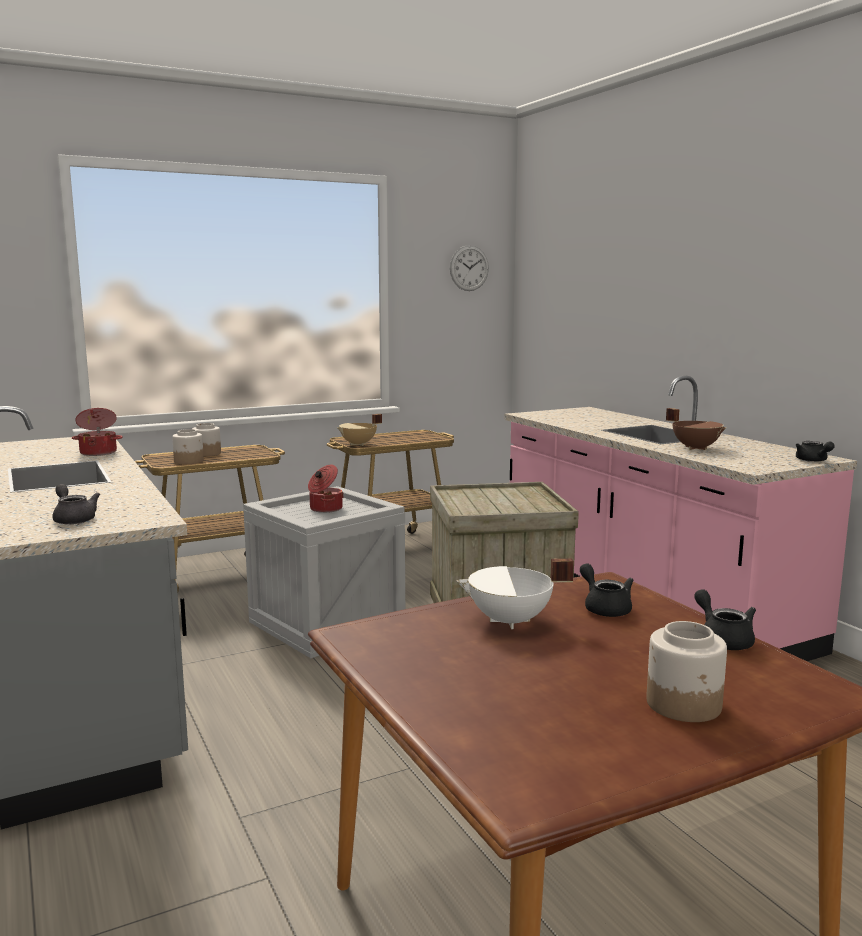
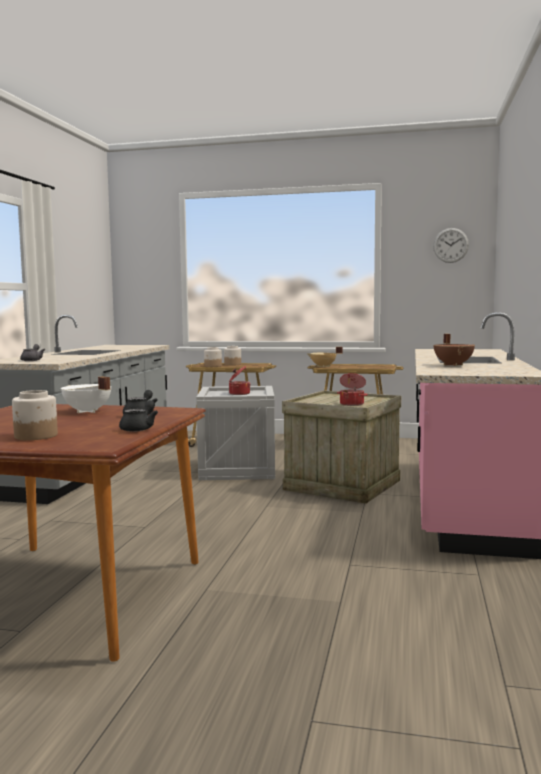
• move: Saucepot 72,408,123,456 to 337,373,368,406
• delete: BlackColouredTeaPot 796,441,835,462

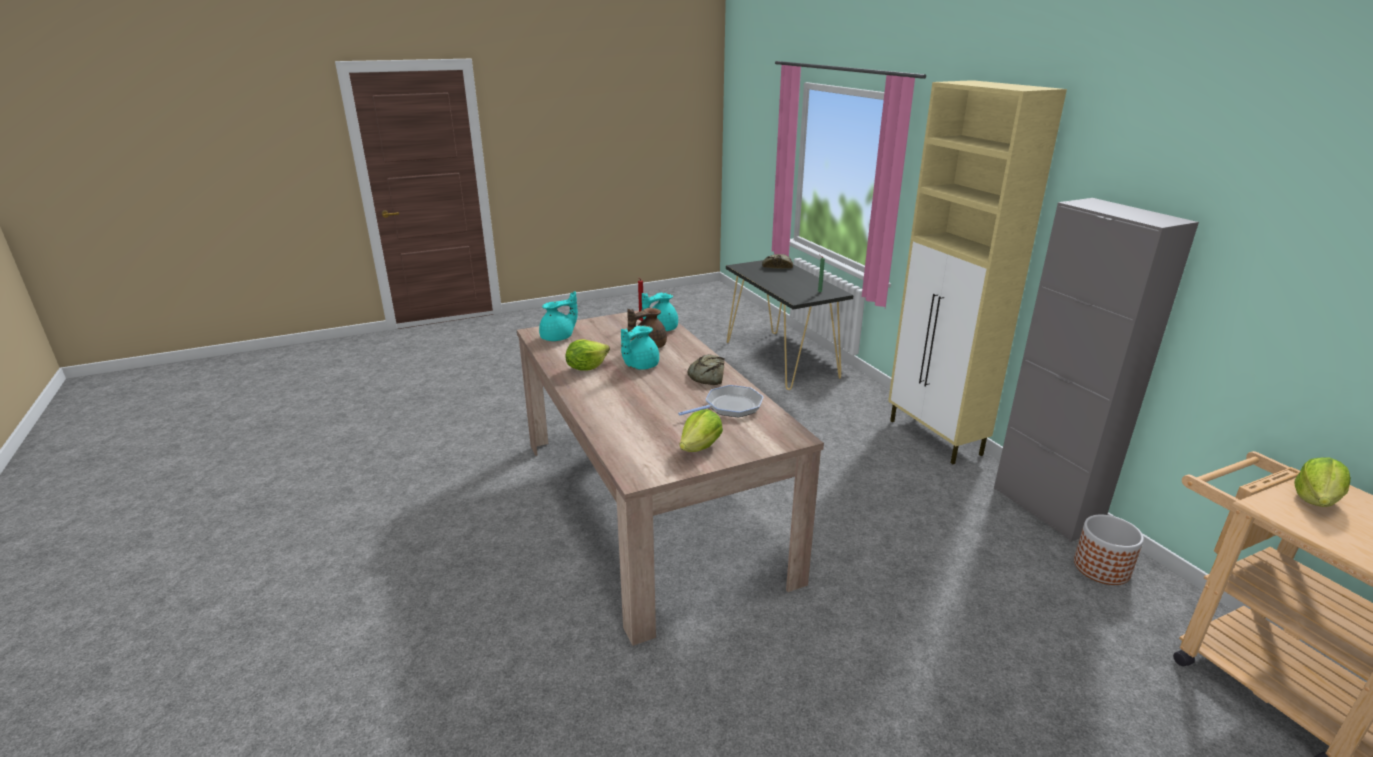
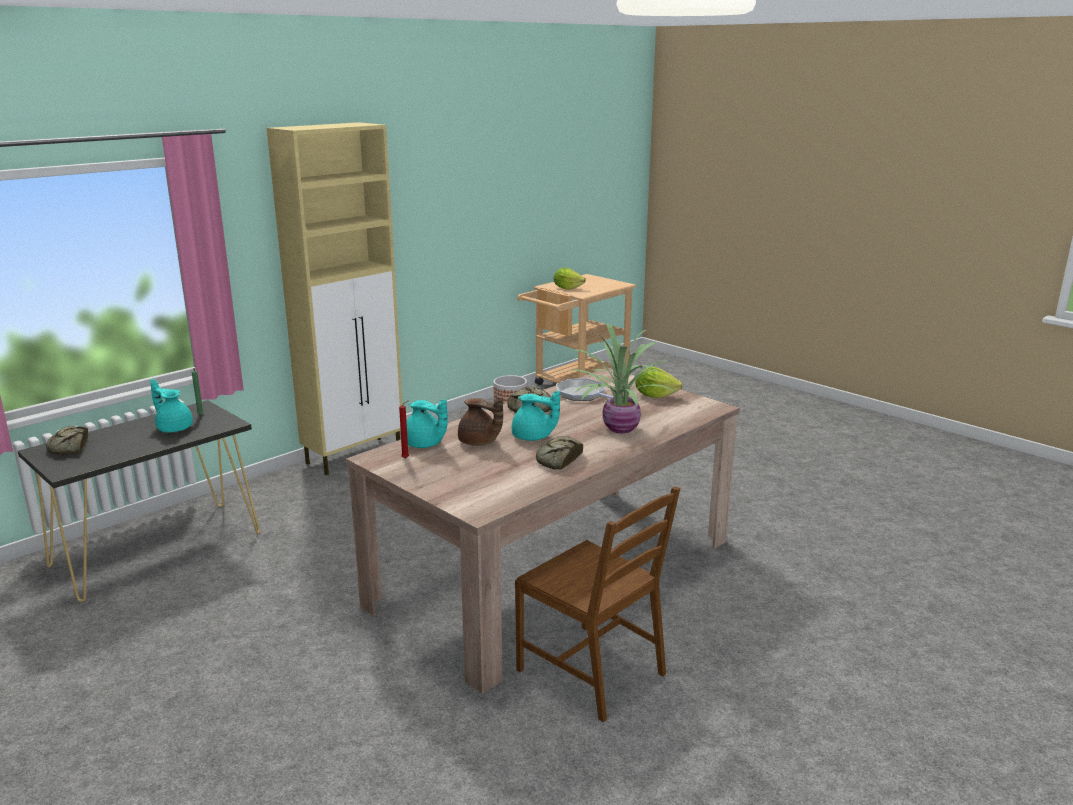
• move: TurquoiseTeaPot 539,291,578,341 to 150,379,193,433
• insert: BrownColouredUprightChair 515,486,680,722
• replace: LettuceHead 565,339,610,371 to Bread 536,436,583,470
• insert: Houseplant 569,323,677,433
• delete: GreyishCupboard 994,198,1199,542

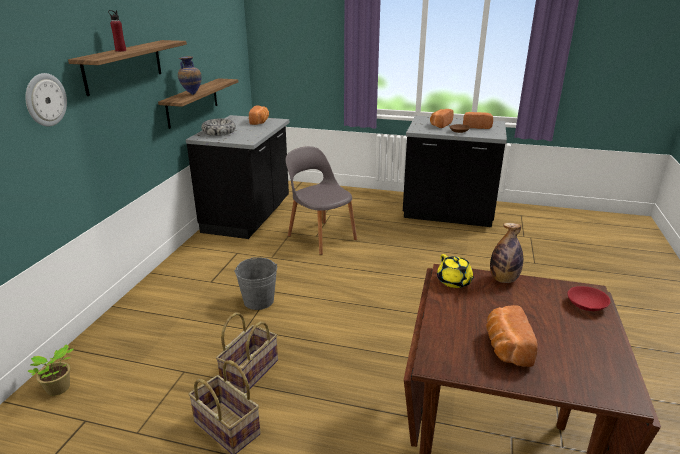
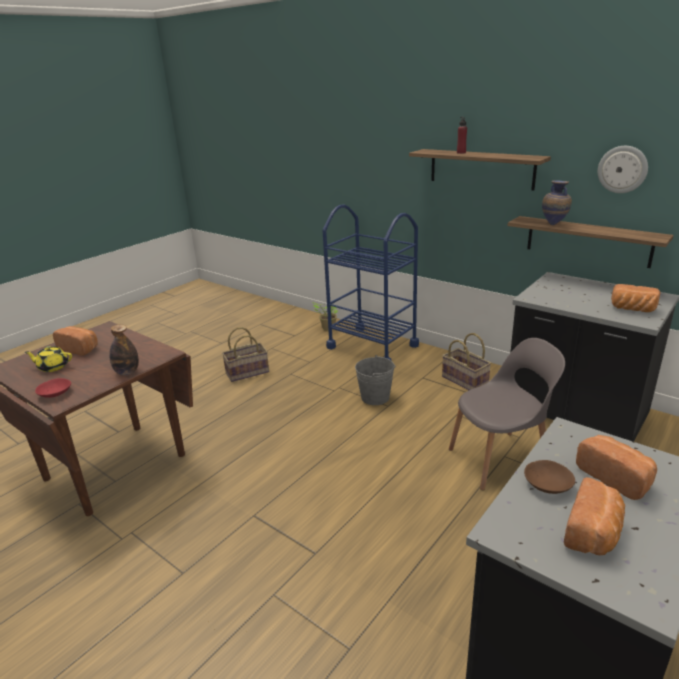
• move: YellowishTeaPot 437,254,474,288 to 25,346,72,372
• insert: BlueCart 323,204,419,361
• move: Basket 216,313,278,393 to 442,333,491,390
• move: HangingClock 25,73,67,126 to 598,146,648,193
• delete: Bowl 201,118,236,136

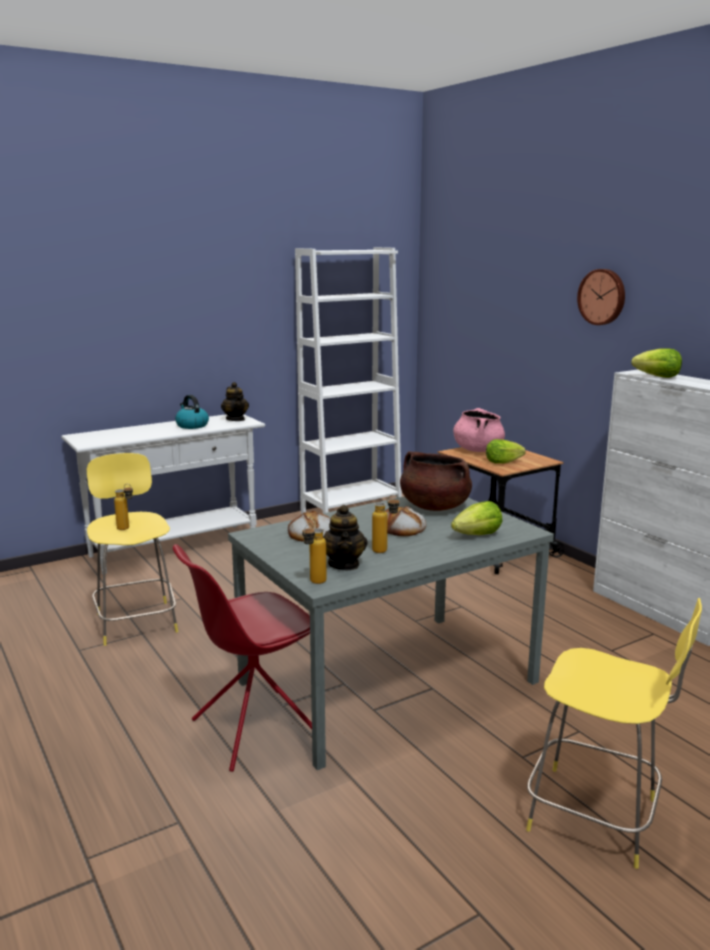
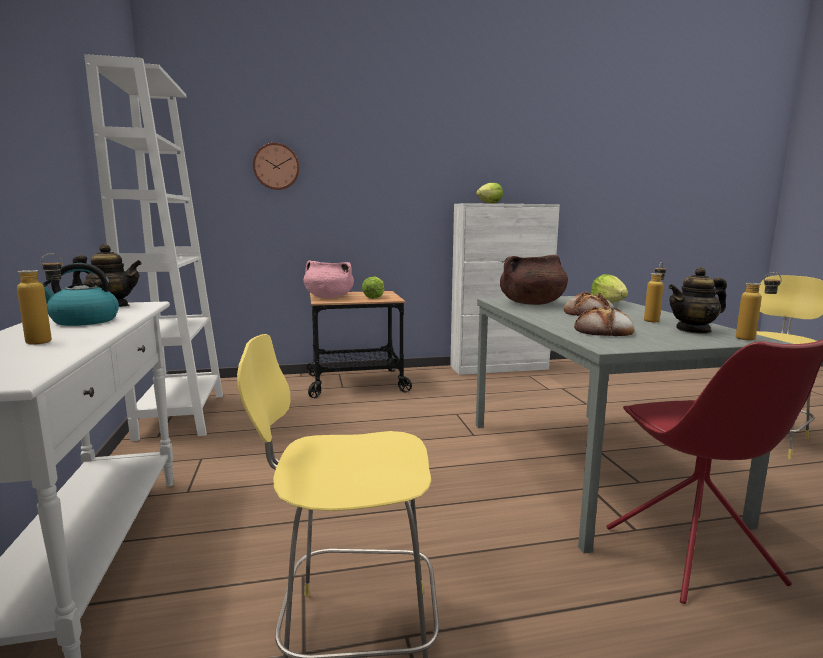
• move: DrinkBottle 114,484,133,530 to 17,253,63,345
• move: HangingClock 577,269,625,325 to 253,143,299,190
• rotate: TeaPot 323,505,368,570 = 668,267,727,334 150 degrees clockwise

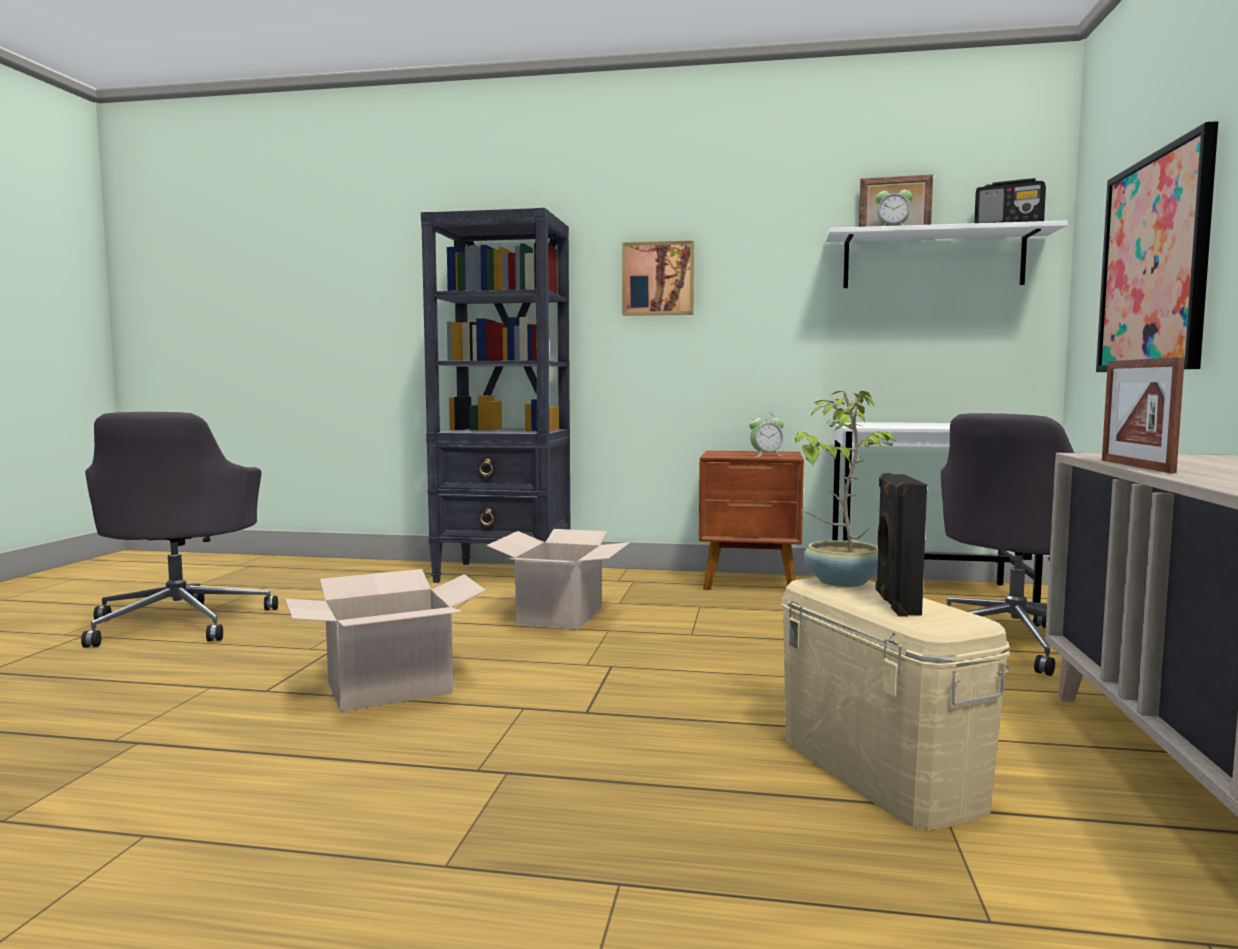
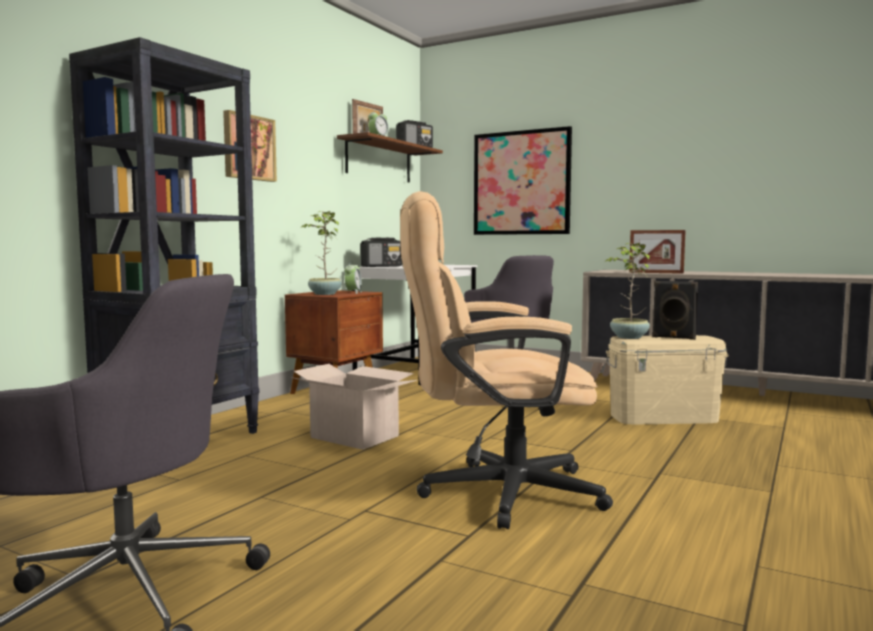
• insert: Houseplant 300,211,342,295
• recolor: WhiteShelf 825,220,1067,288 to BrownColouredShelf 337,132,443,182
• insert: Radio 361,238,402,267
• replace: CardboardBox 285,569,486,712 to BeigeDeskChair 400,191,613,529

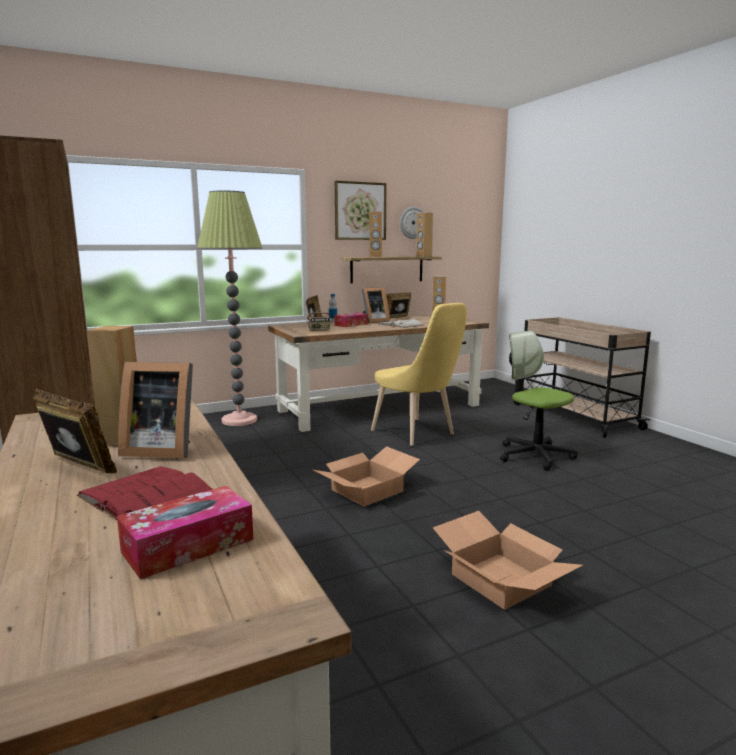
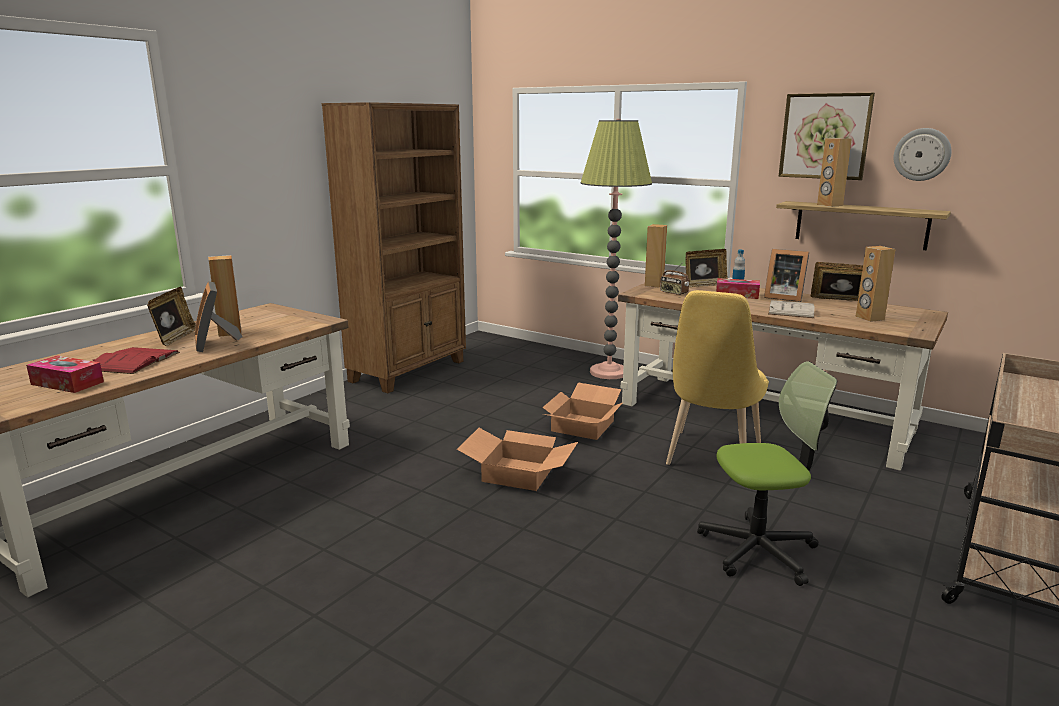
• move: CardboardBox 433,511,583,610 to 542,383,623,440
• move: BrownColouredAudioSpeaker 416,213,433,257 to 645,224,667,287
• rotate: DeskChair 500,331,578,471 = 697,361,837,586 60 degrees clockwise

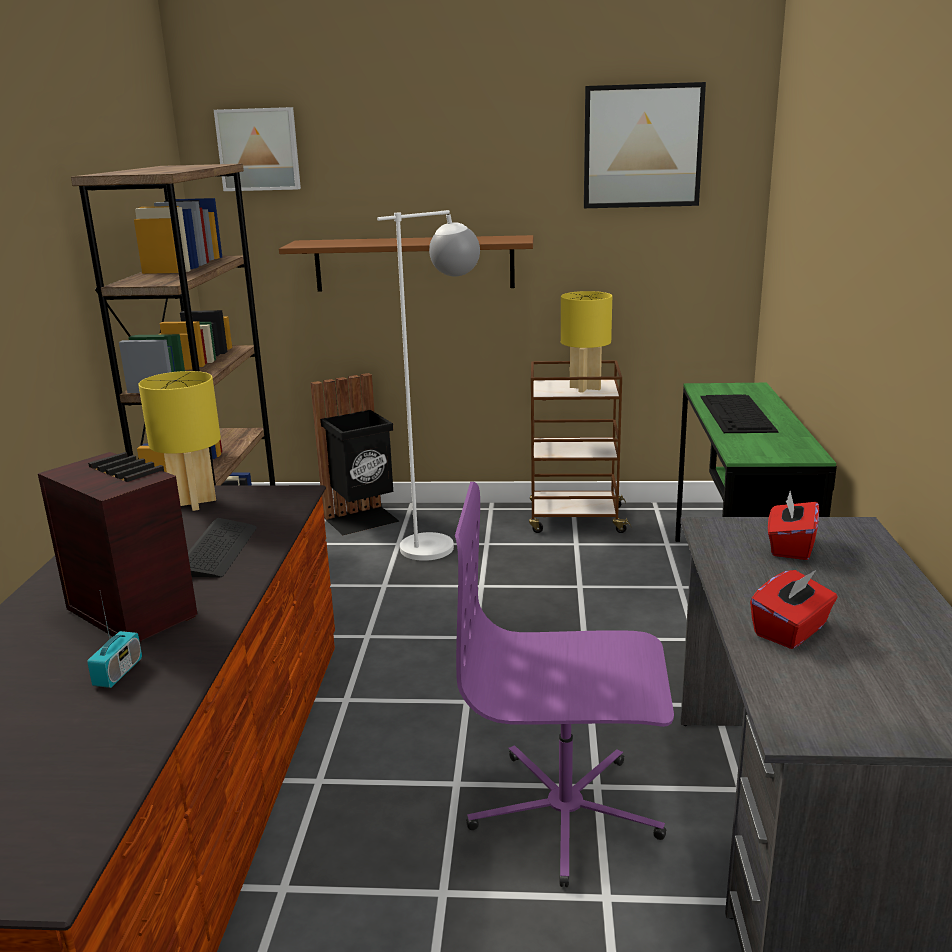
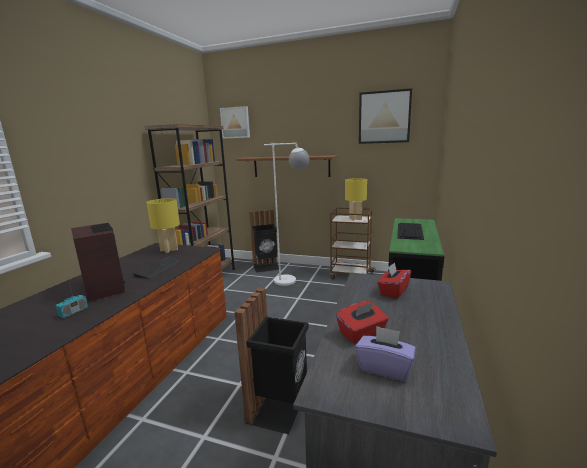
• replace: PurpleColouredDeskChair 455,482,674,887 to BlackColouredRubbishBin 234,287,309,434
• insert: PurpleColouredBoxOfTissues 355,326,416,381

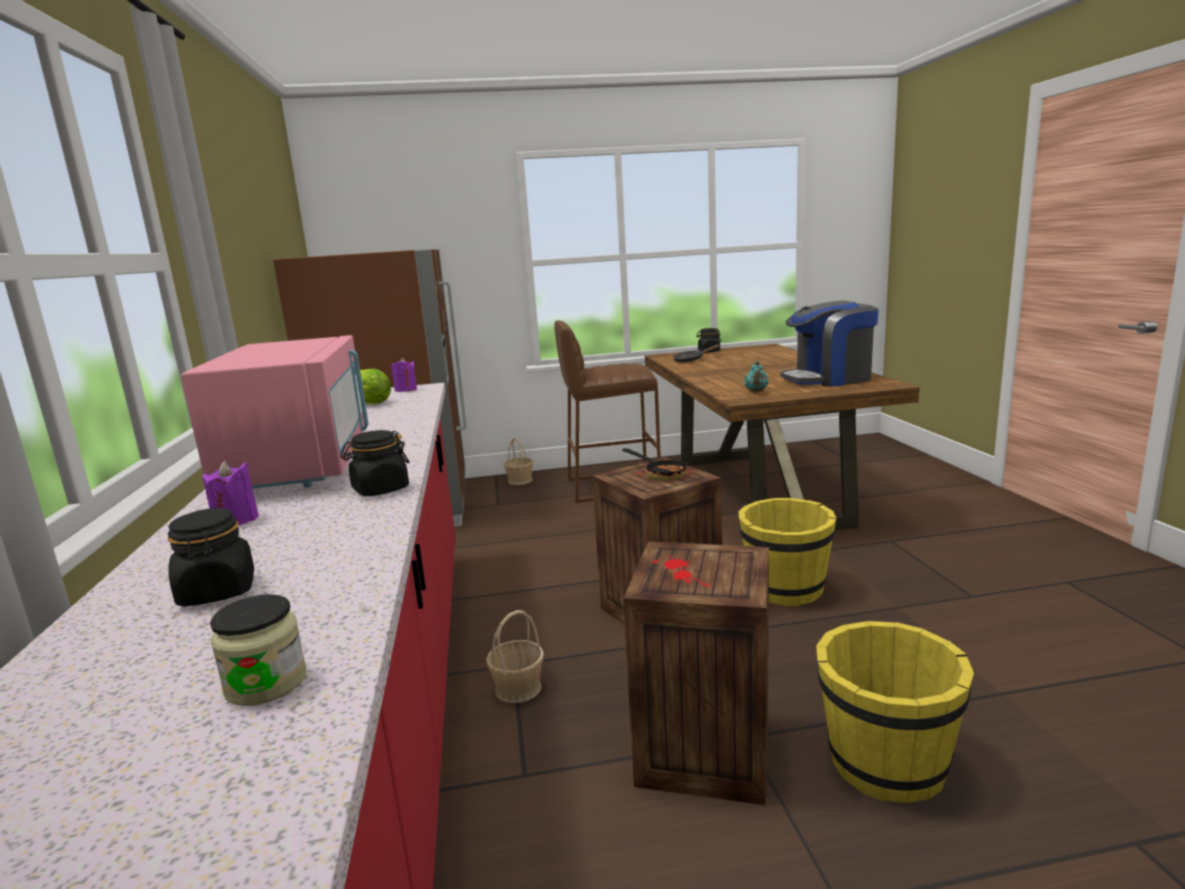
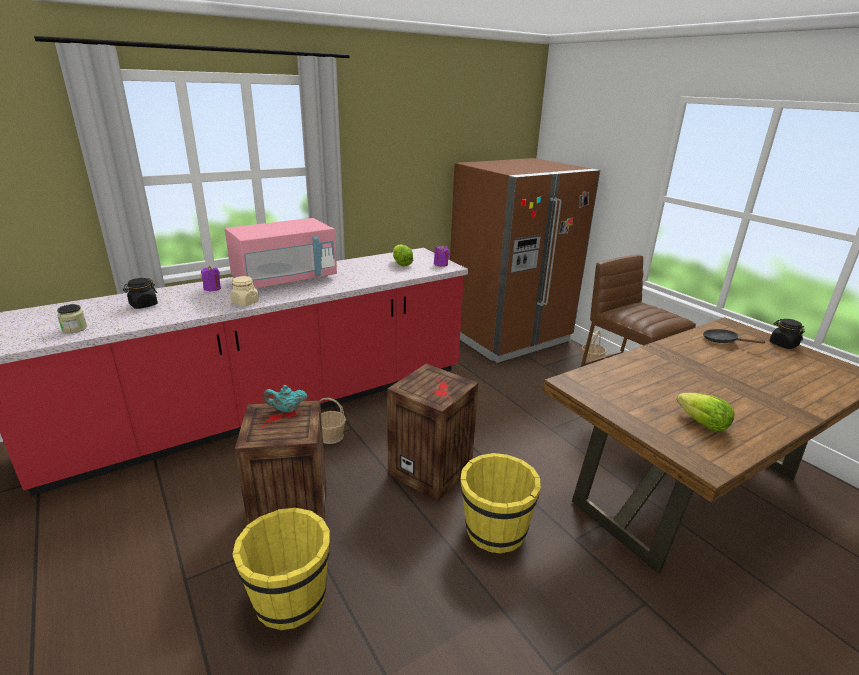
• recolor: BlackColouredPreserveJar 340,430,409,496 to BeigePreserveJar 230,276,259,306
• move: TurquoiseTeaPot 744,361,769,392 to 263,385,307,413
• replace: CoffeeMachine 780,300,879,387 to LettuceHead 677,393,734,432
• delete: FryingPan 622,448,688,480

